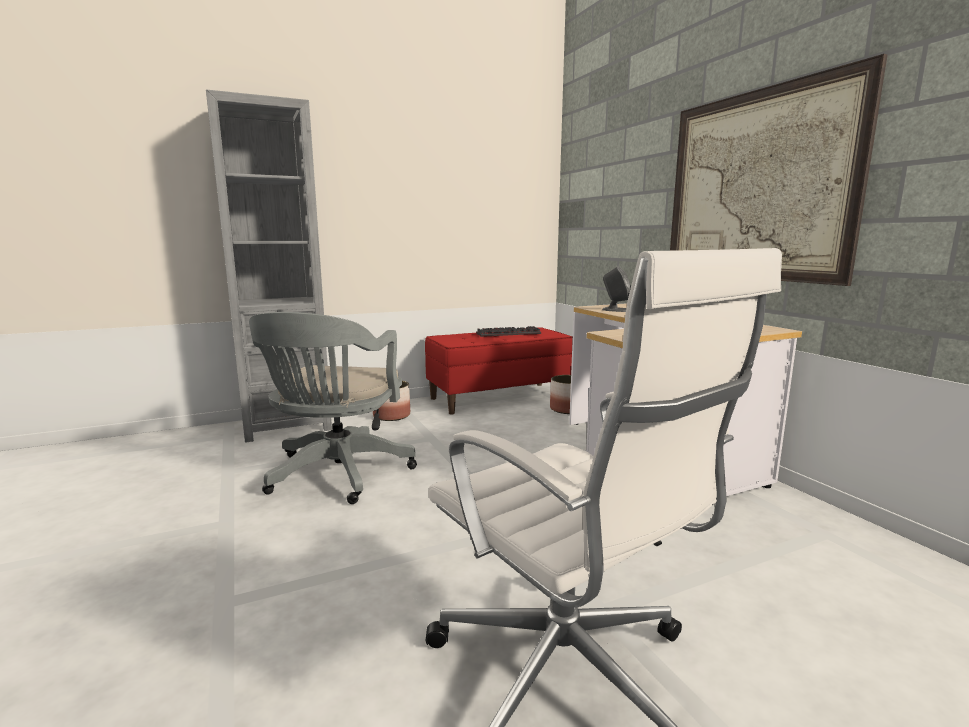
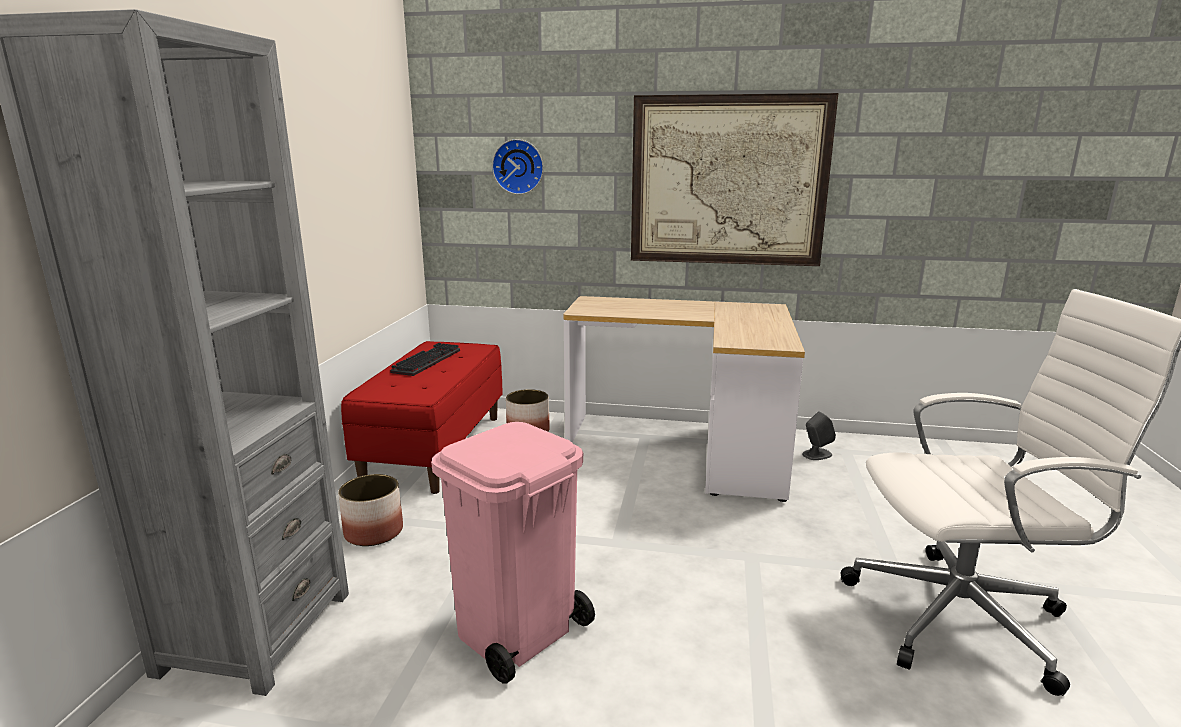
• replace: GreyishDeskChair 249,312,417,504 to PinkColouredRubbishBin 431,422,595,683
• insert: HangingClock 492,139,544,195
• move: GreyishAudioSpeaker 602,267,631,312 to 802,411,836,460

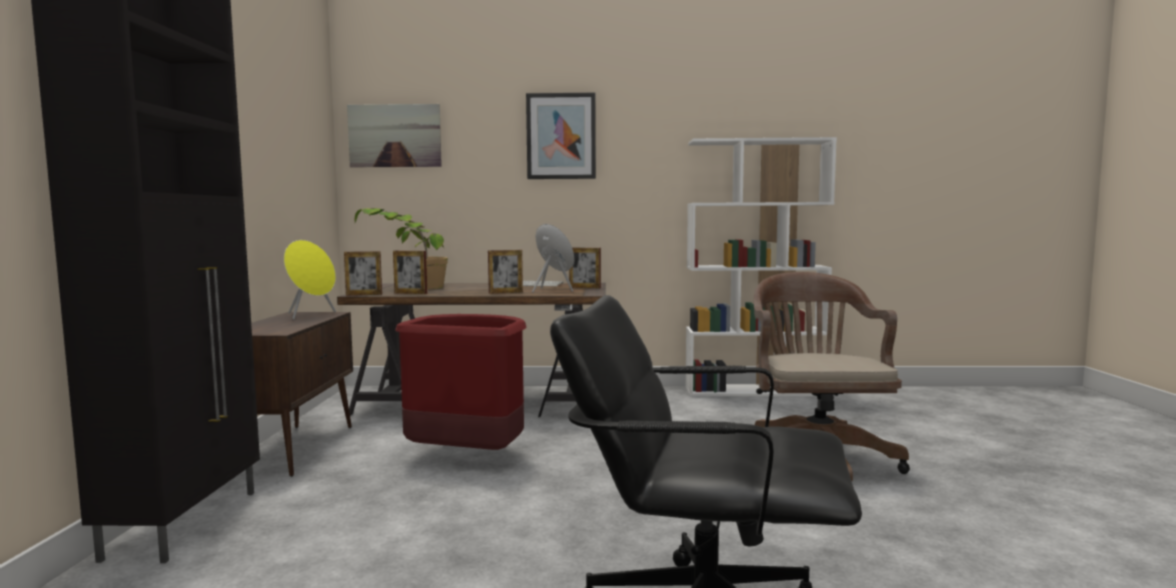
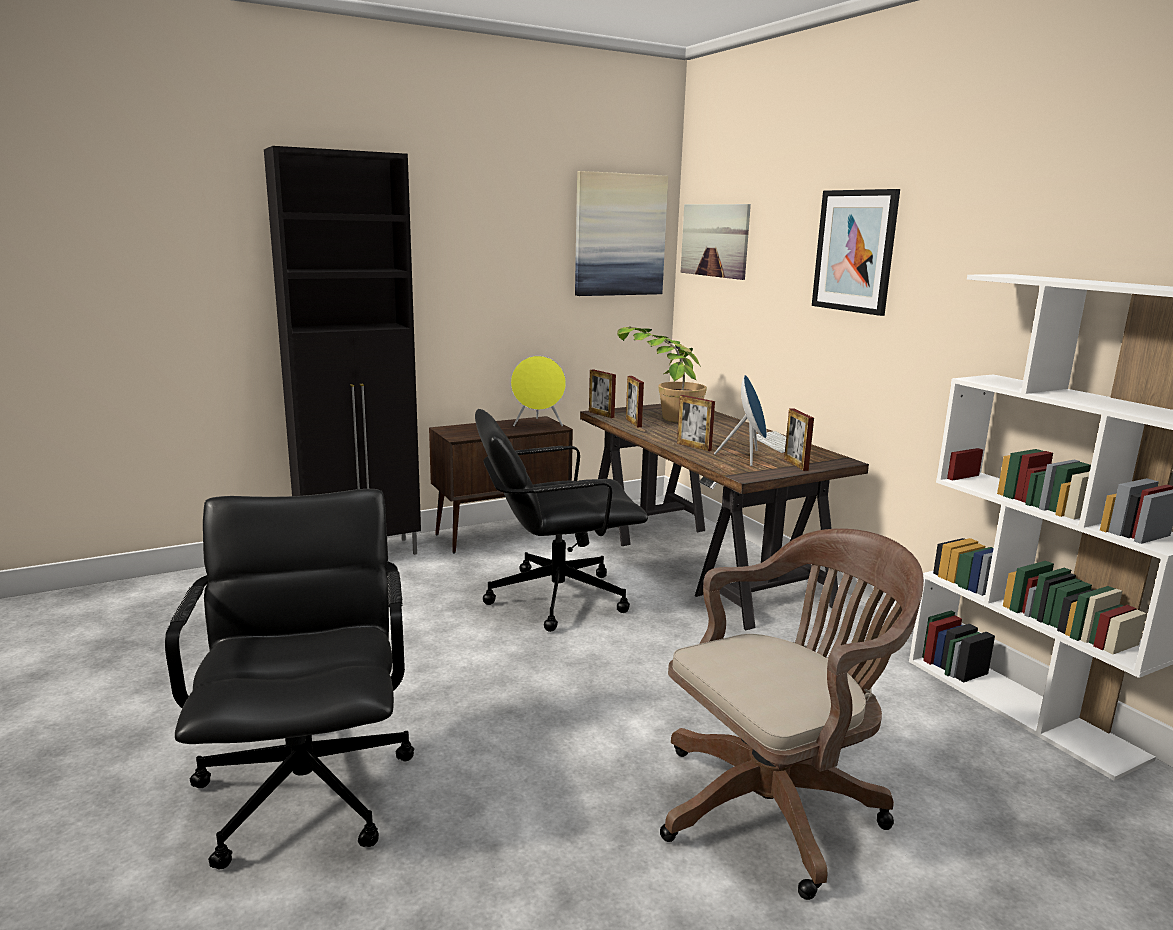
• replace: ReddishRubbishBin 395,314,527,450 to BlackColouredDeskChair 475,409,648,632
• insert: Picture 575,171,668,296

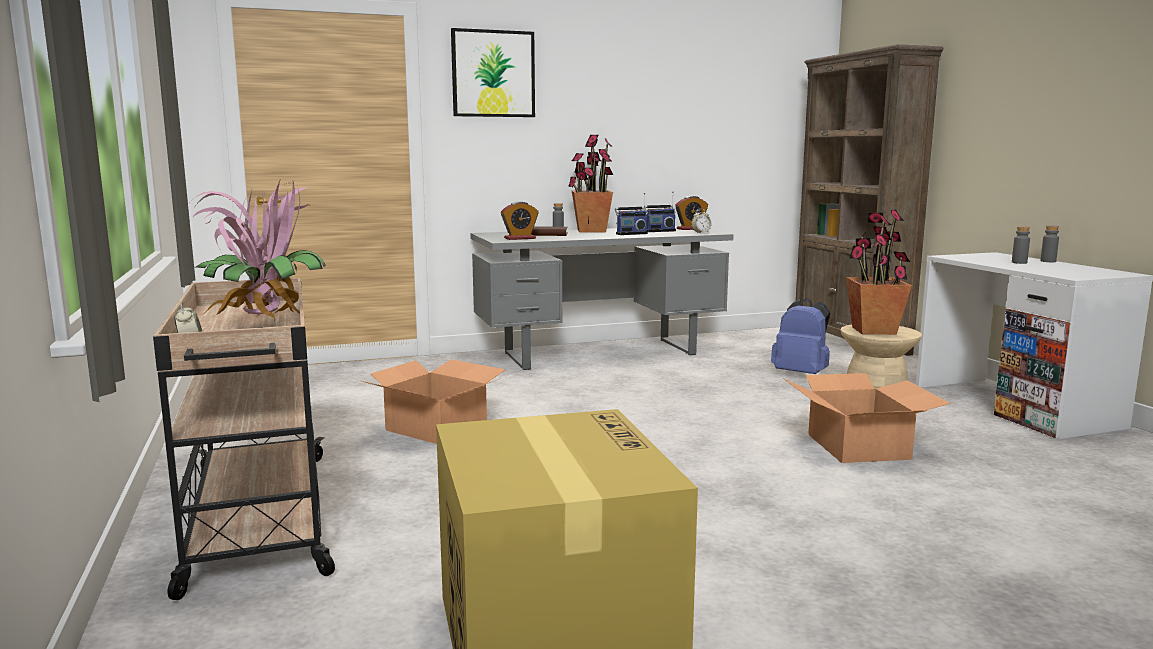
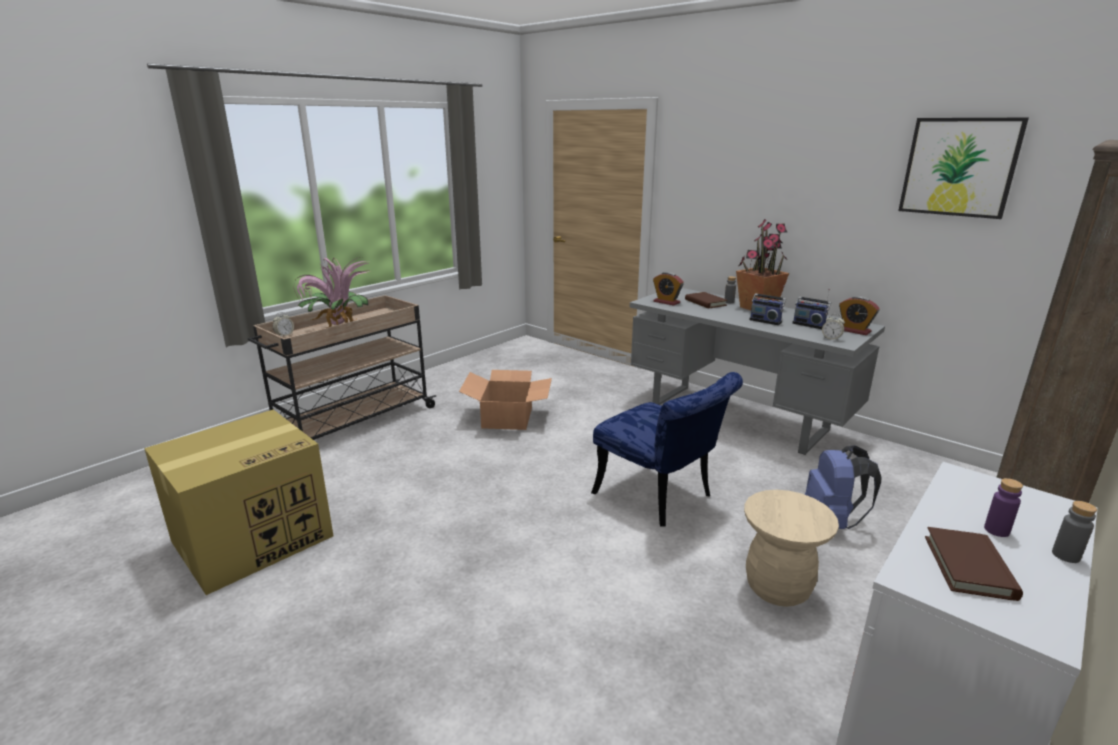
• insert: BlueUprightChair 591,372,743,527
• move: Picture 451,28,535,117 to 898,118,1029,219
• insert: BrownColouredBoundBook 925,527,1023,601
• recolor: GreyishDrinkBottle 1012,226,1030,264 to PurpleColouredDrinkBottle 984,478,1023,537
• delete: CardboardBox 783,373,950,463
• delete: Houseplant 846,210,912,335

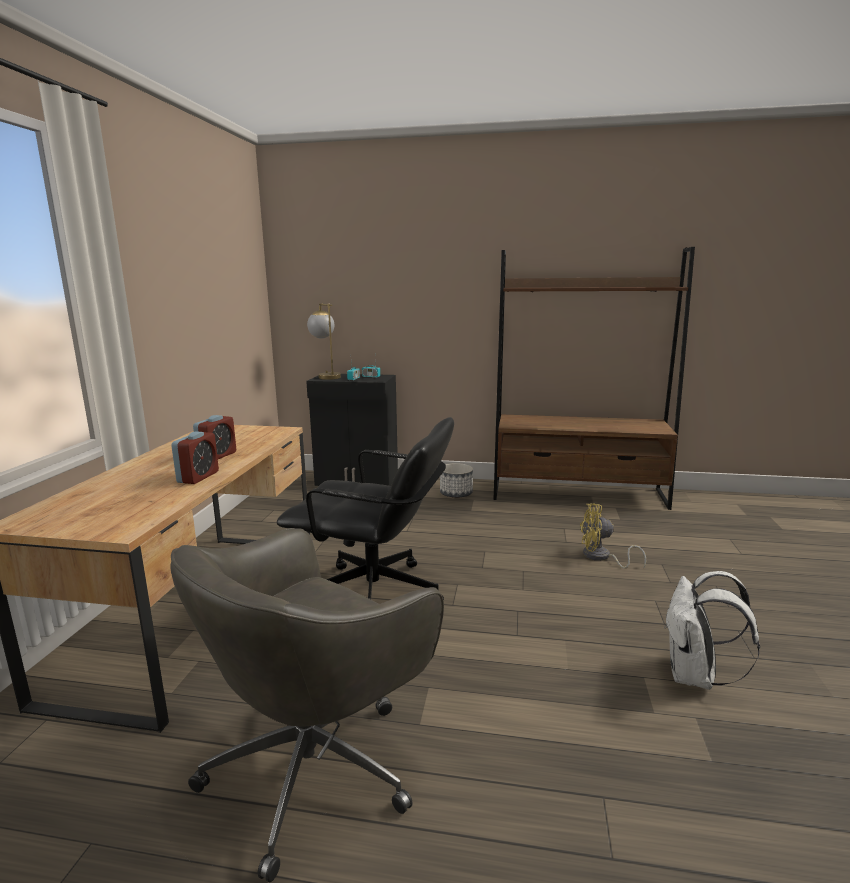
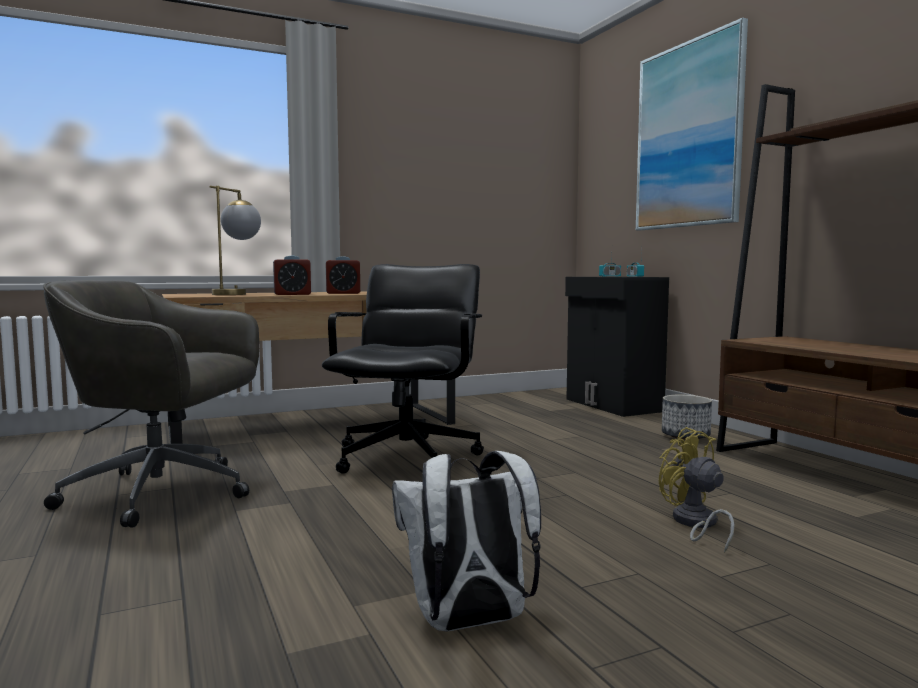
• move: TableLamp 307,303,341,380 to 210,186,261,295
• rotate: BlackColouredDeskChair 277,417,454,601 = 322,264,484,474 150 degrees counterclockwise
• insert: Picture 636,18,748,230

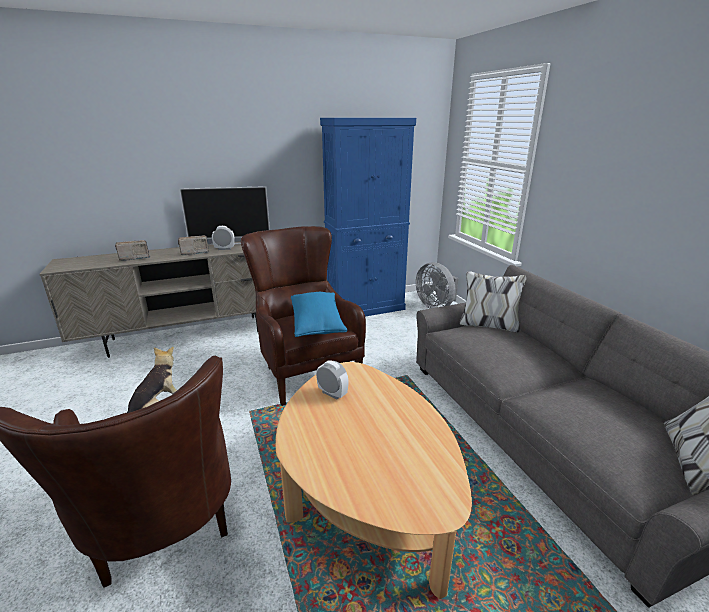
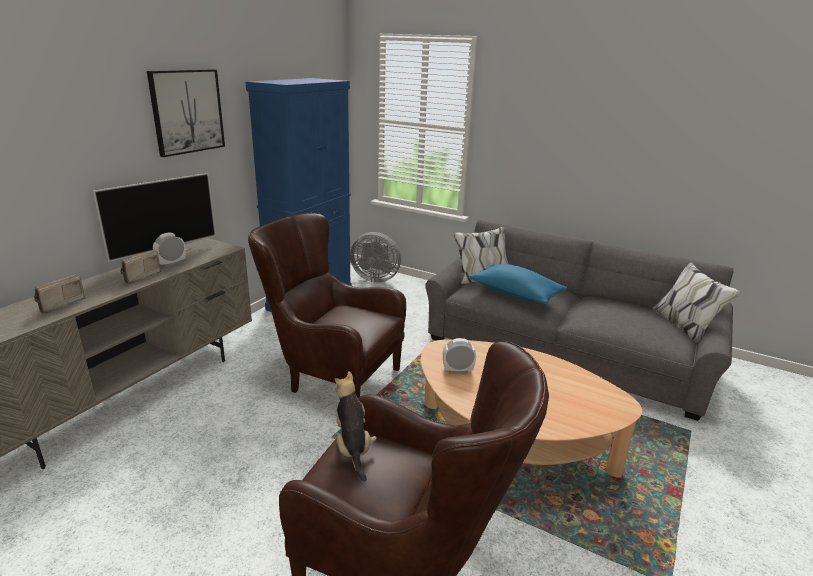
• insert: Picture 147,69,225,157
• move: BlueThrowPillow 291,292,348,337 to 469,264,568,305

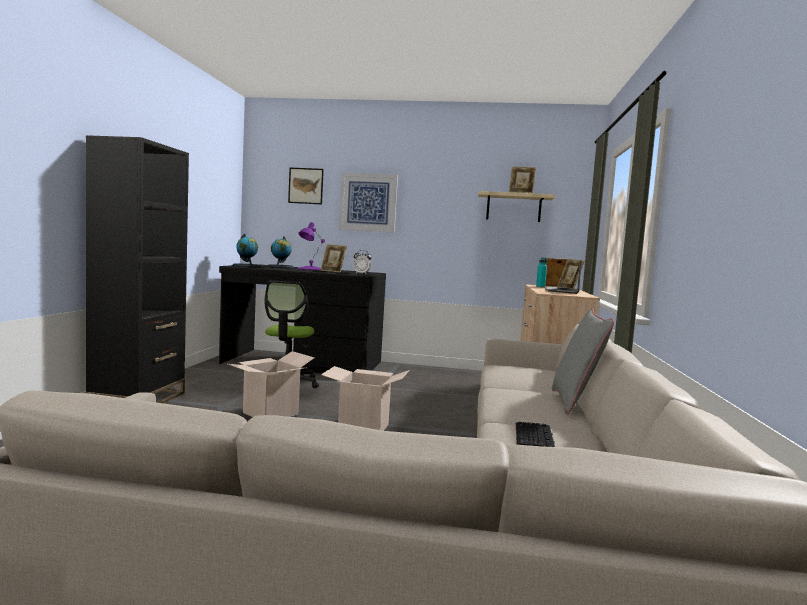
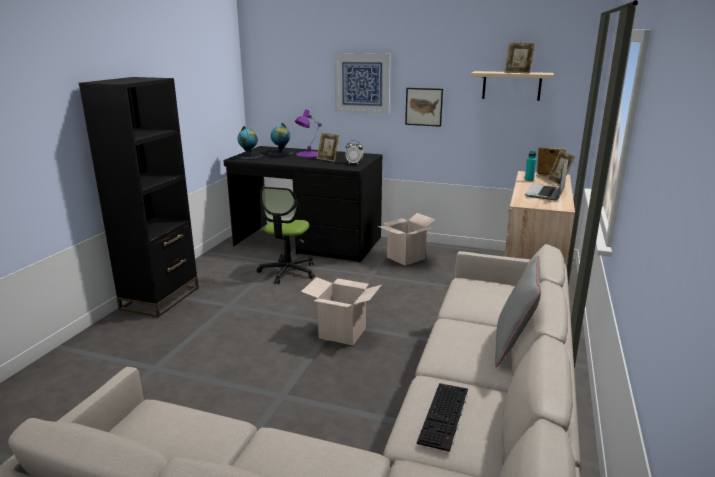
• move: CardboardBox 228,351,315,417 to 378,213,436,266
• move: Picture 288,168,324,204 to 405,88,443,127

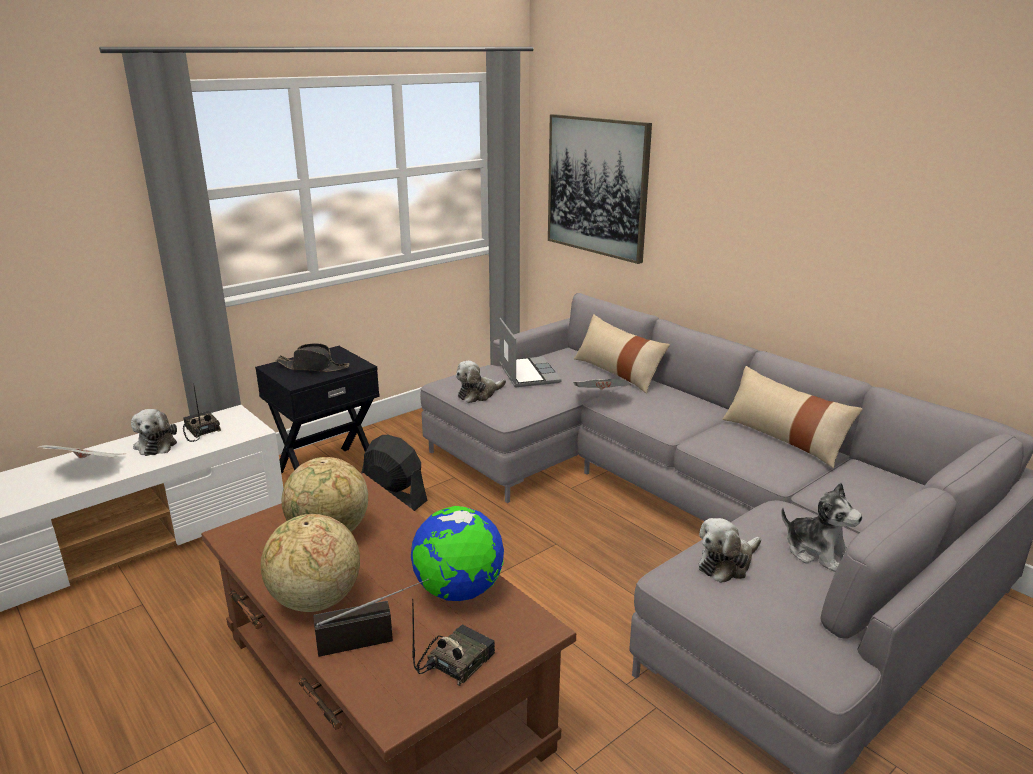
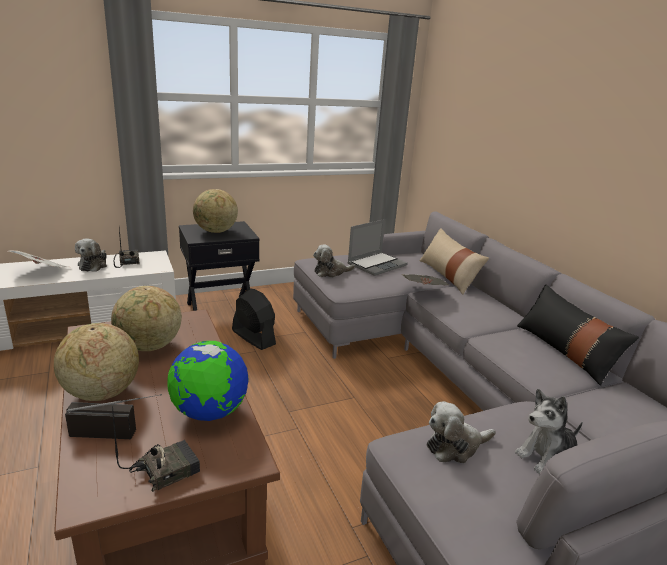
• replace: BlackColouredWearableHat 276,343,350,372 to WorldGlobe 193,189,238,233
• rotate: NotebookComputer 499,318,562,388 = 348,219,408,276 45 degrees clockwise
• rotate: CuddlyToy 781,482,862,572 = 515,389,583,475 90 degrees clockwise
• recolor: BeigeThrowPillow 722,366,863,468 to BlackColouredThrowPillow 517,284,639,386
• delete: Picture 548,114,652,264

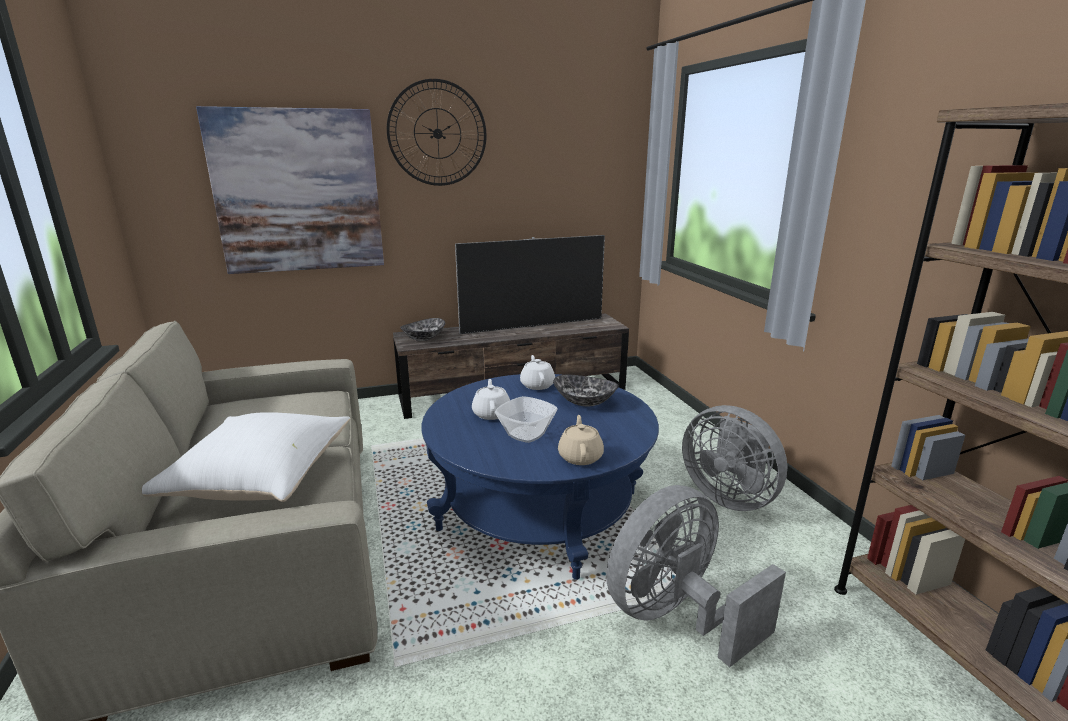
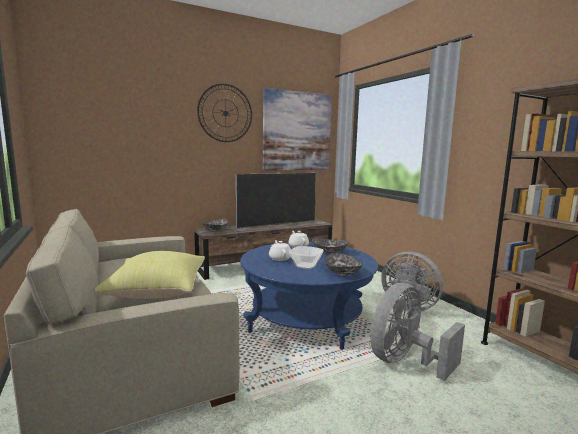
• recolor: WhiteThrowPillow 142,412,350,502 to YellowishThrowPillow 95,251,205,299
• move: Picture 196,106,384,274 to 263,88,332,170
• replace: BeigeTeaPot 558,415,604,465 to Bowl 325,253,363,276

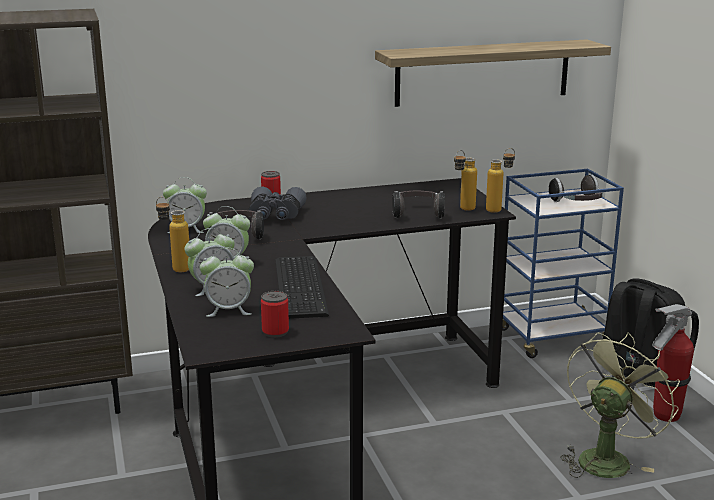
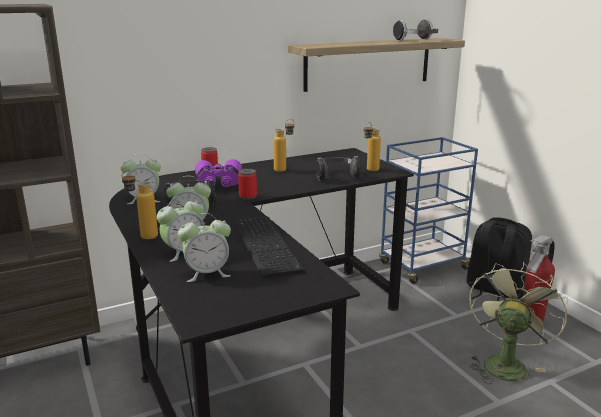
• recolor: GreyishBinoculars 249,186,307,220 to PurpleColouredBinoculars 195,159,242,187
• move: SealedCan 261,291,289,338 to 238,168,257,200
• move: DrinkBottle 486,148,515,213 to 273,119,294,172
• move: Headset 549,174,603,202 to 393,19,438,41

